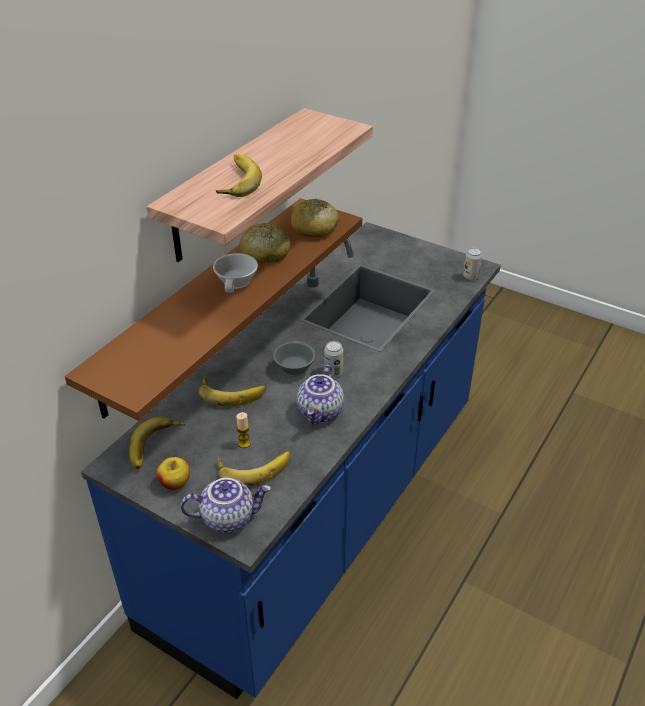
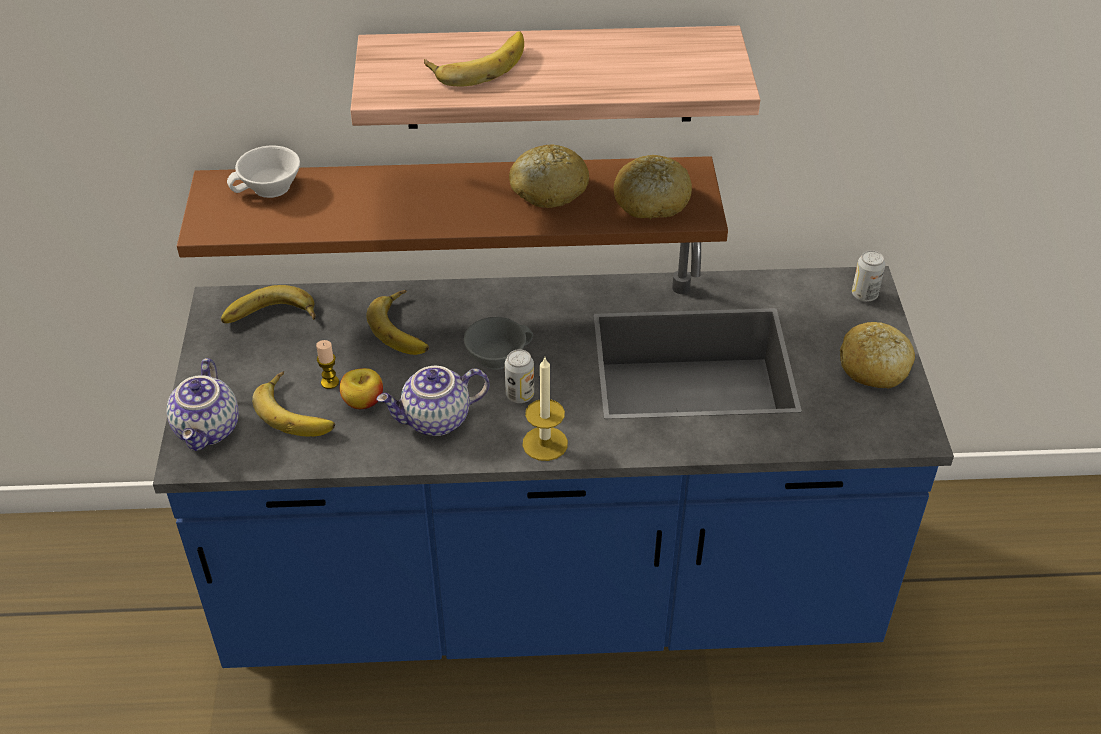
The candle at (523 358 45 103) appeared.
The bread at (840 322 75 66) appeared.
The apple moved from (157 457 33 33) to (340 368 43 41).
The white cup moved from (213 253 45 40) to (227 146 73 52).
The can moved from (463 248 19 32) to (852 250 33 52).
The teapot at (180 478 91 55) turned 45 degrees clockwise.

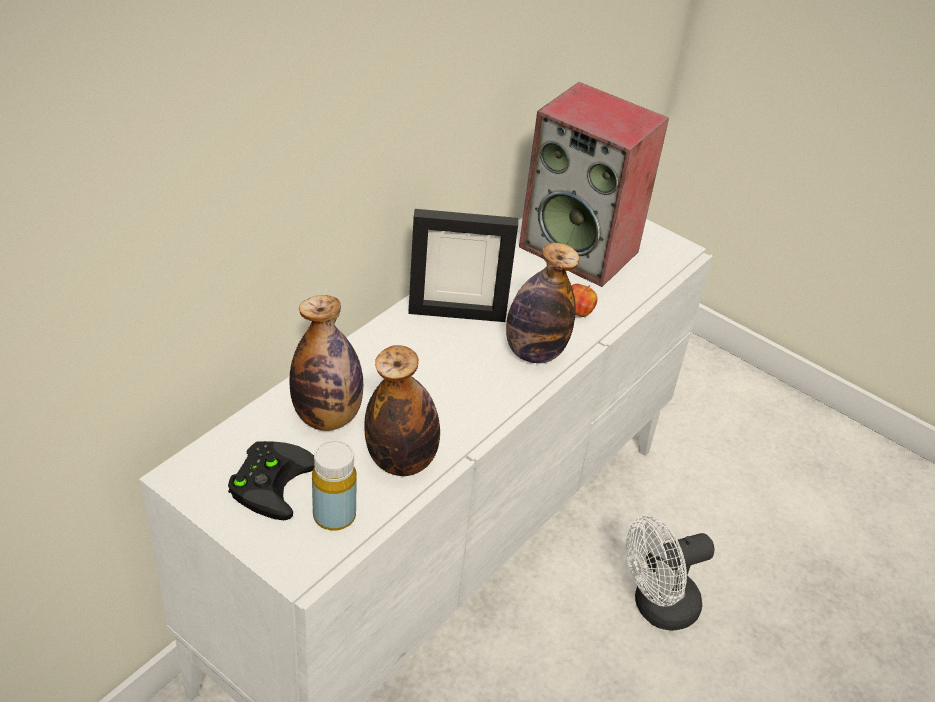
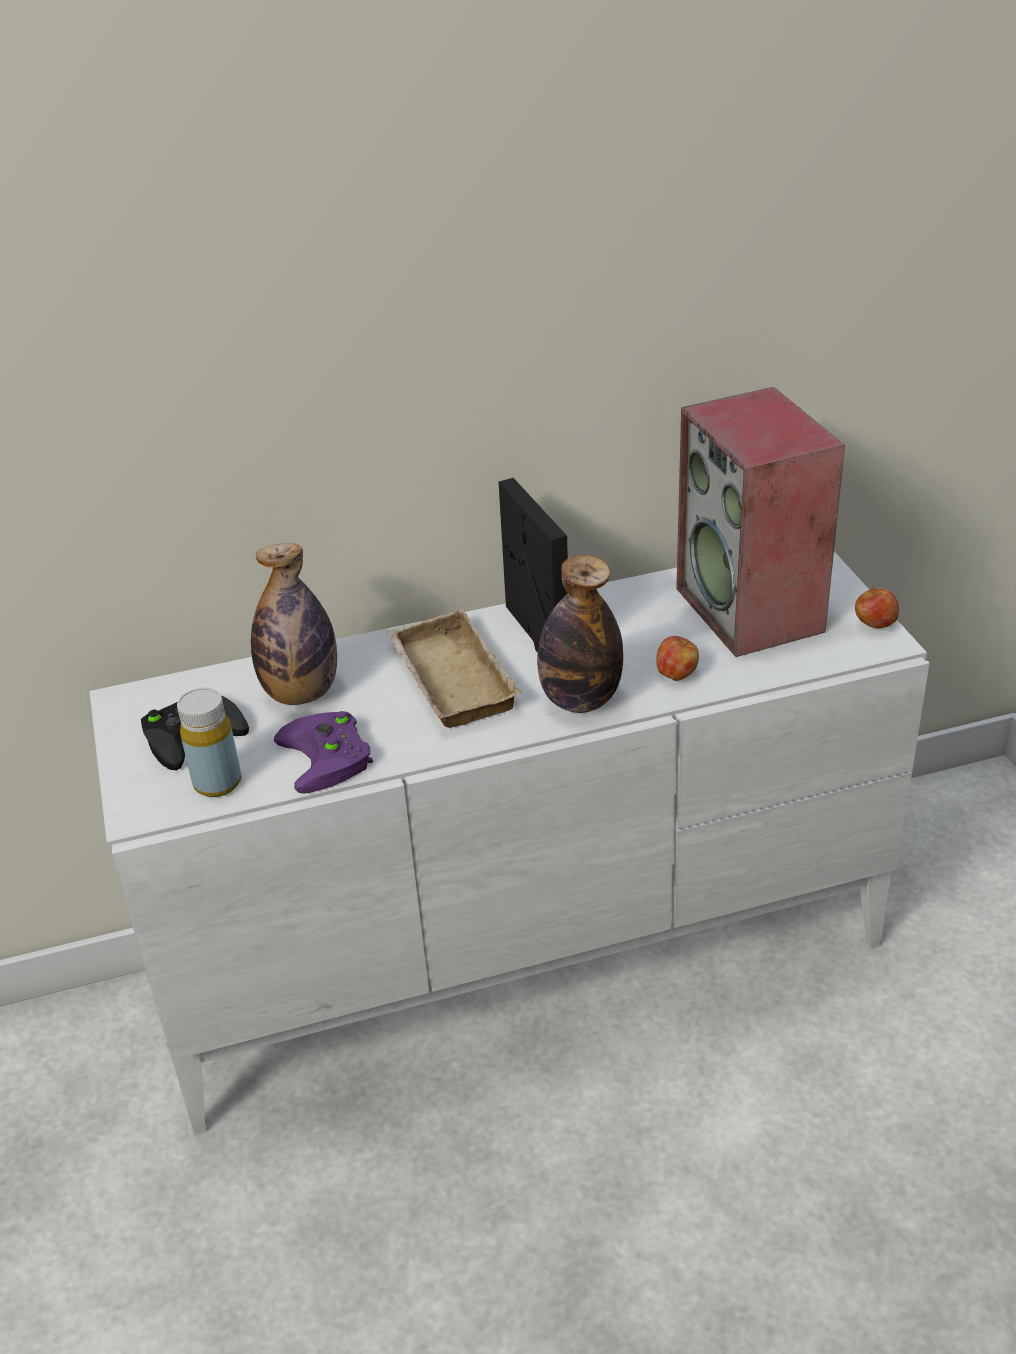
The white fan at (626 516 89 115) disappeared.
The beige tray at (386 609 136 119) appeared.
The apple at (855 586 44 42) appeared.
The bottle at (364 345 76 131) was replaced by the purple game controller at (274 711 99 82).
The picture frame at (408 209 110 113) turned 150 degrees counterclockwise.

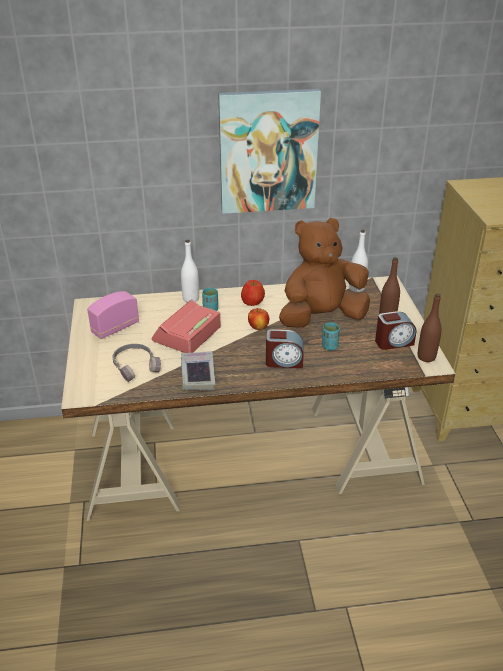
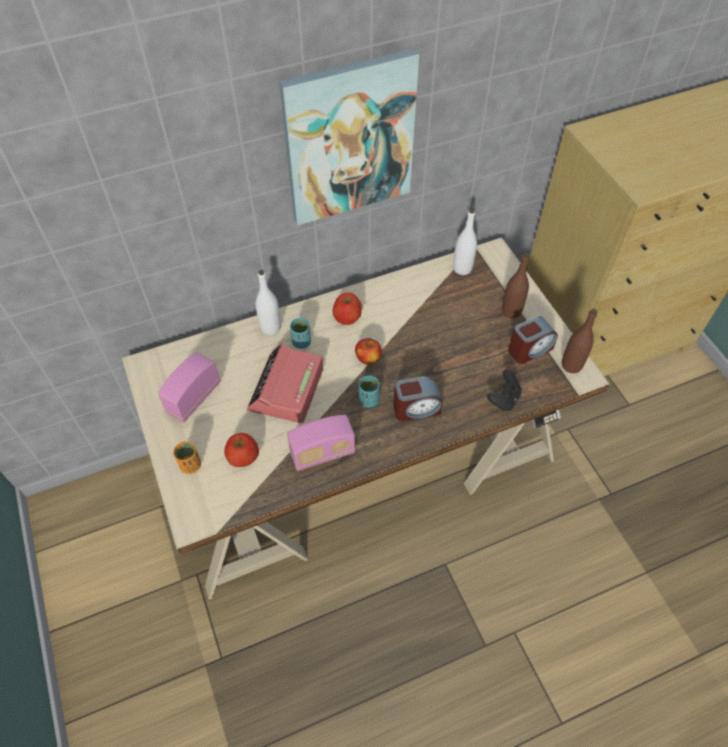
The brown plush toy at (279 218 91 110) disappeared.
The orange cup at (173 441 28 33) appeared.
The black game controller at (487 370 35 41) appeared.
The turquoise cup moved from (322 323 18 27) to (359 376 21 31).
The grey headphones at (113 344 48 38) was replaced by the apple at (224 433 35 34).
The book at (181 351 34 39) was replaced by the radio at (287 415 68 56).

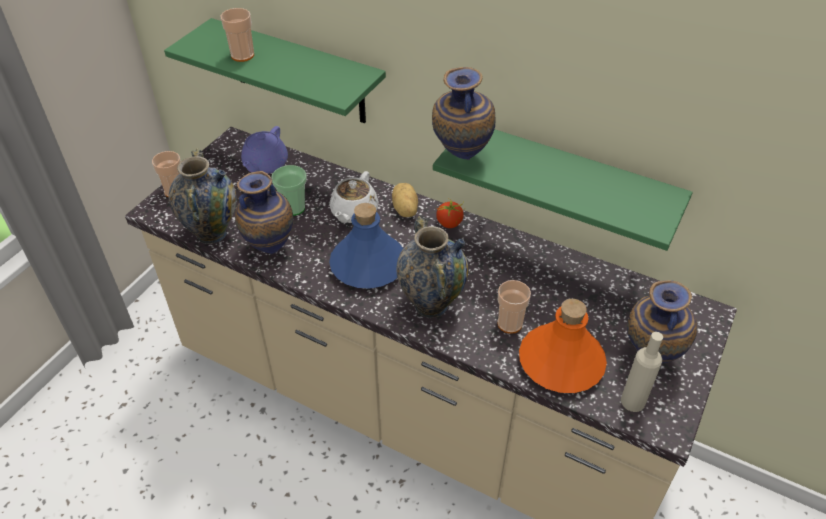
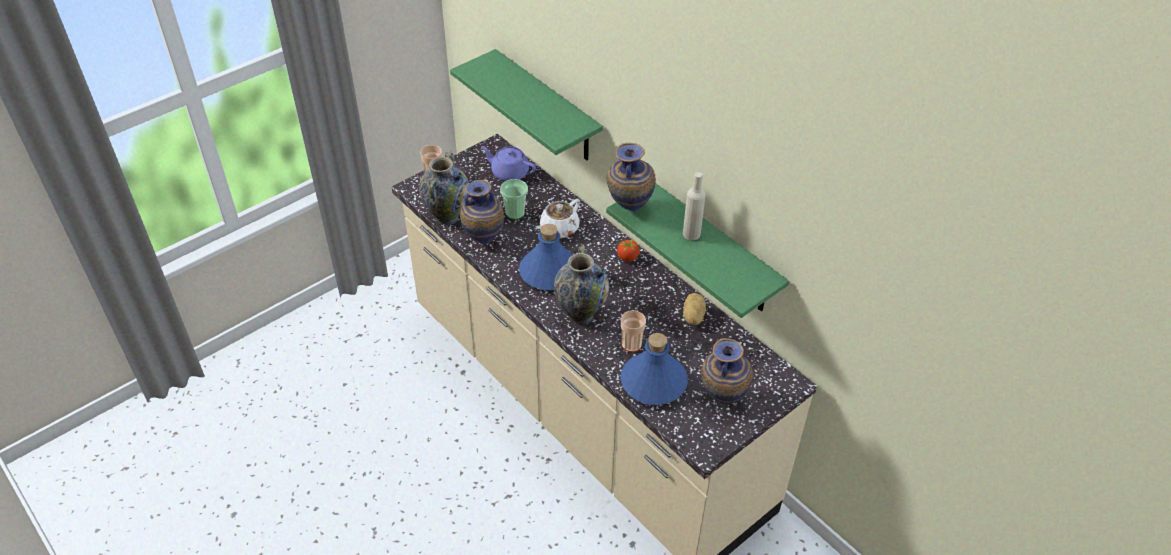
The cup at (220 8 34 54) disappeared.
The potato moved from (392 183 26 34) to (683 293 23 32).
The beige bottle moved from (621 332 42 80) to (683 172 23 68).
The orange bottle at (519 299 88 94) became the blue bottle at (621 333 67 72).
The purple teapot at (241 126 47 48) turned 75 degrees clockwise.

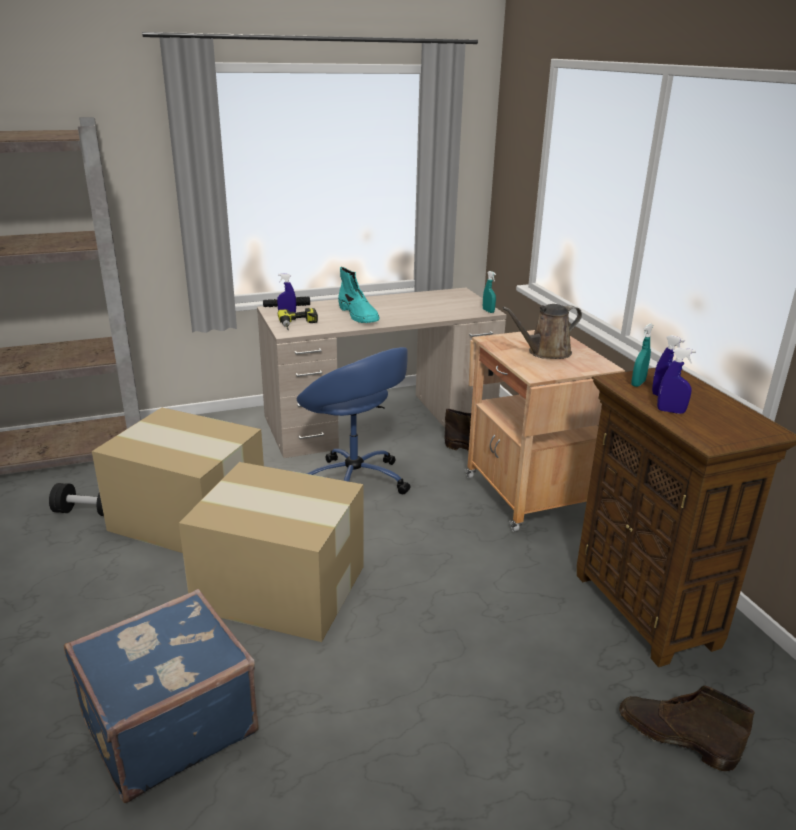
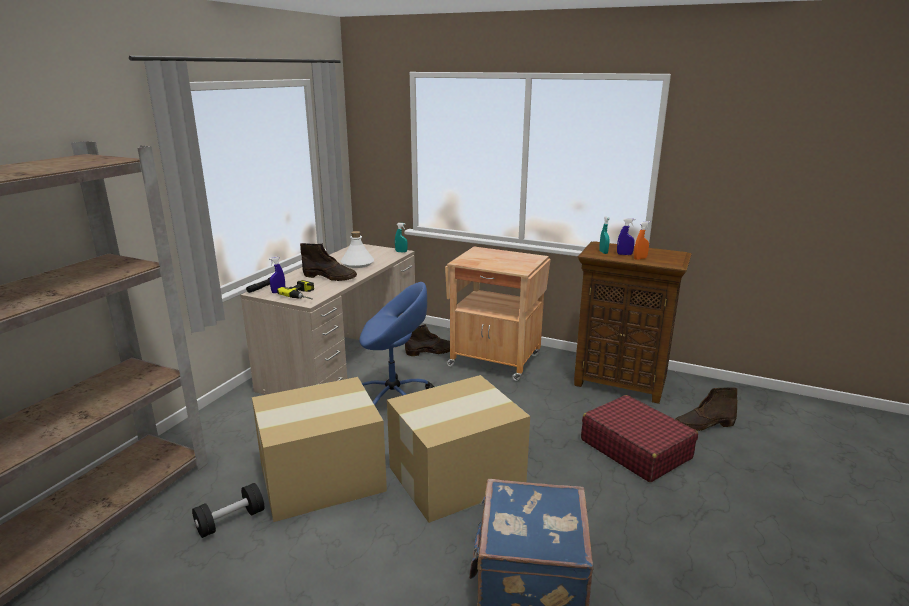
The brown watering can at (502 304 80 55) disappeared.
The white bottle at (341 231 33 37) appeared.
The red suitcase at (581 395 117 87) appeared.
The turquoise boot at (338 267 42 56) became the brown boot at (300 243 57 38).
The blue spray bottle at (657 348 39 66) became the orange spray bottle at (634 221 16 39).

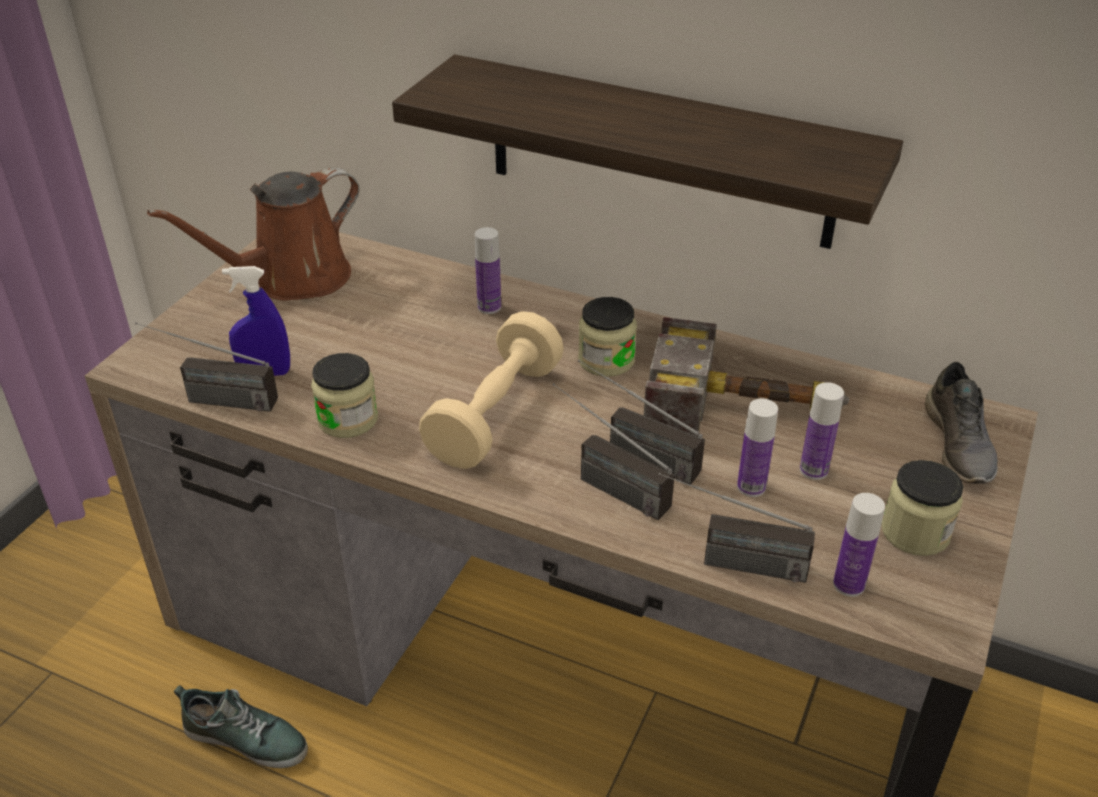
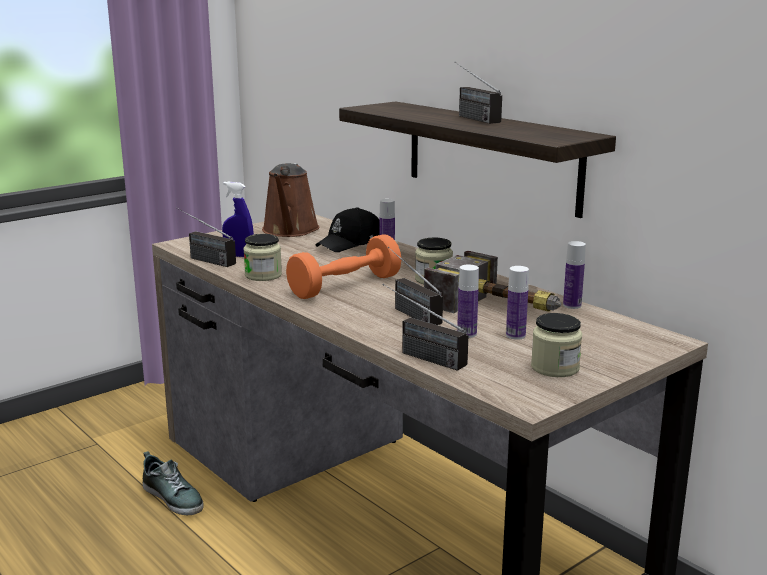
The grey shoe at (925 362 73 122) disappeared.
The black cap at (316 207 64 45) appeared.
The radio moved from (552 383 123 137) to (454 62 48 62).
The bottle moved from (833 493 52 104) to (563 241 23 68).
The beige dumbbell at (419 311 145 158) became the orange dumbbell at (286 235 115 64).
The brown watering can at (147 168 212 133) turned 75 degrees counterclockwise.

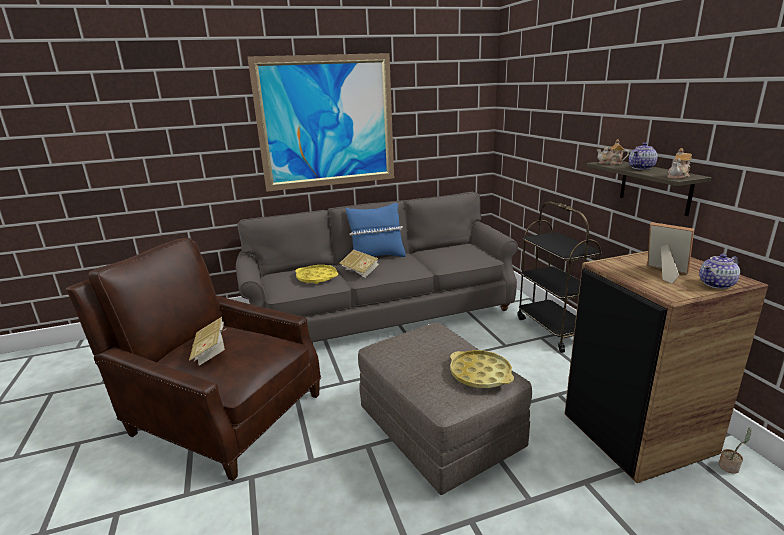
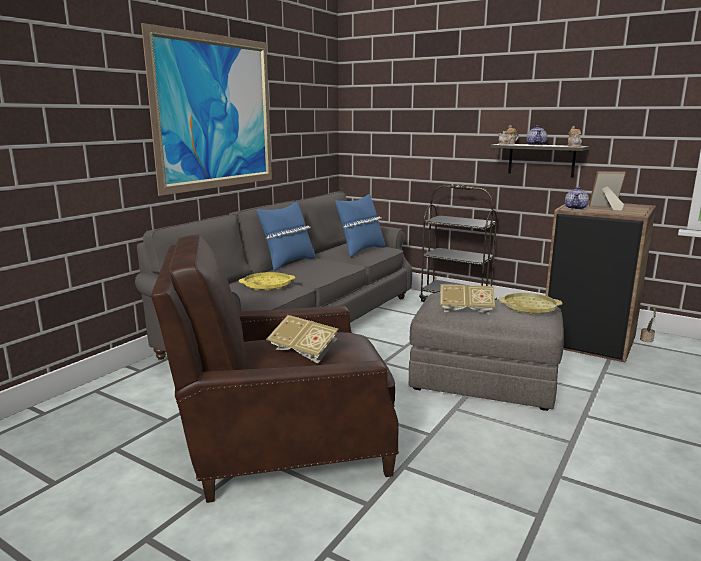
The blue pillow at (335 194 50 64) appeared.
The book moved from (339 249 40 29) to (440 284 55 30).
The teapot moved from (699 254 41 35) to (565 187 24 23).

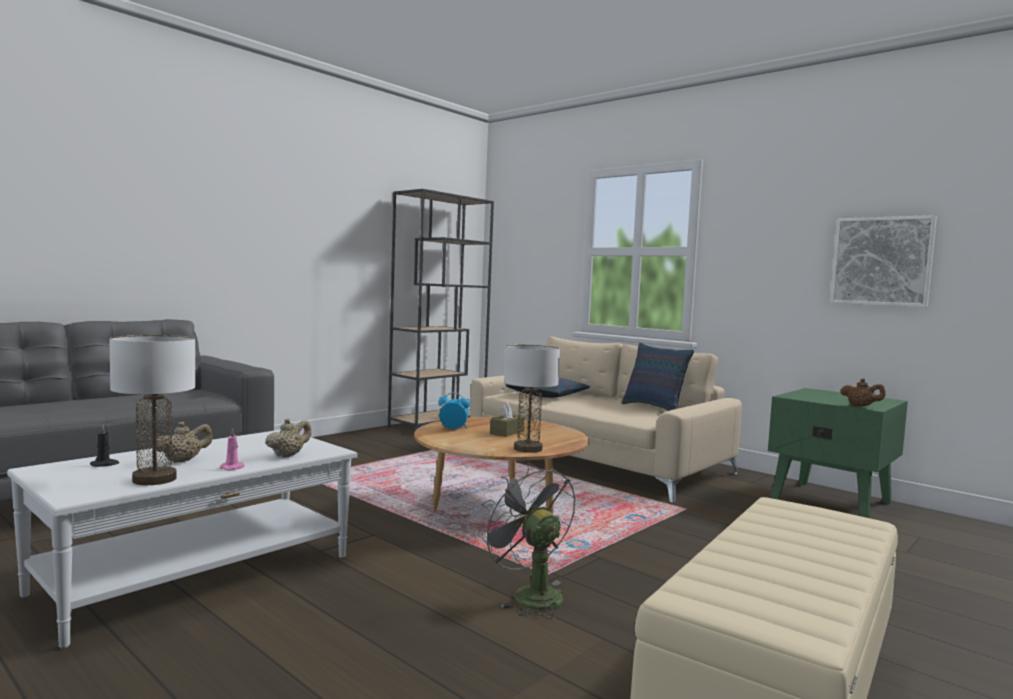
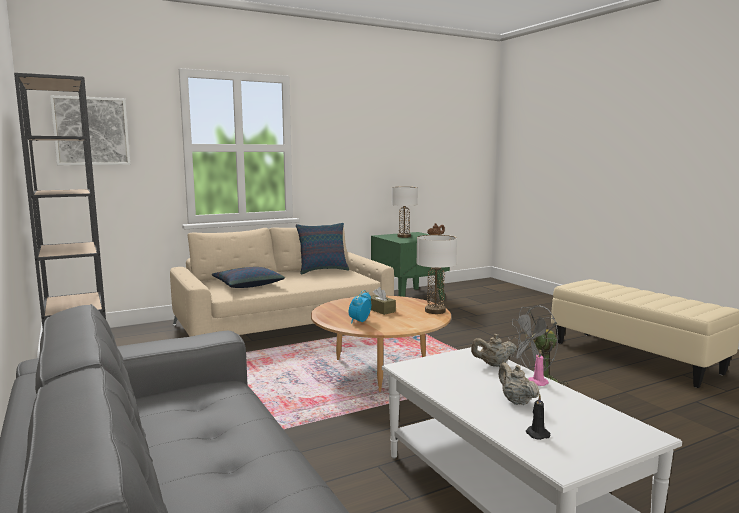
The table lamp moved from (110 335 85 150) to (392 187 26 51).
The picture moved from (830 215 107 92) to (50 95 80 70).
The beige teapot at (265 418 47 40) turned 60 degrees counterclockwise.

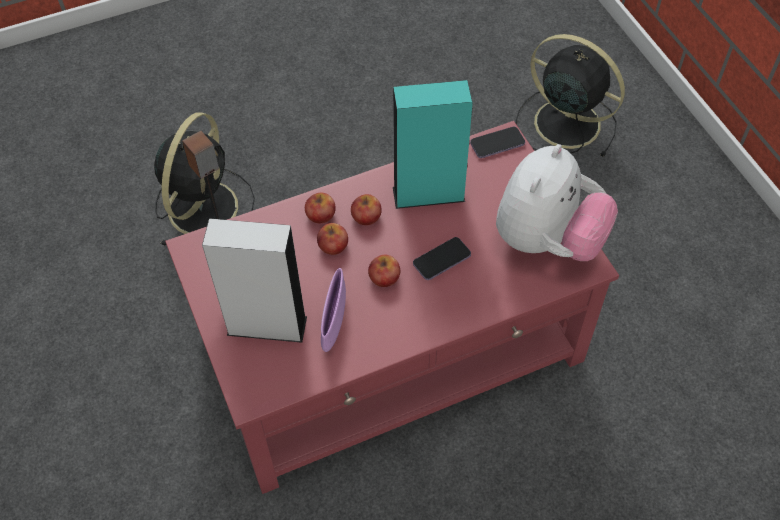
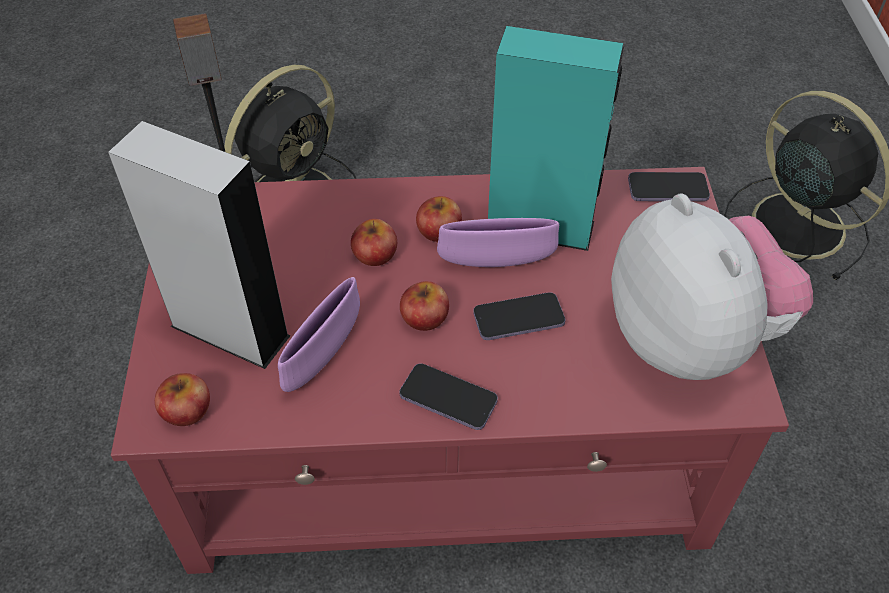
The phone at (399 363 99 67) appeared.
The purple bowl at (437 218 122 49) appeared.
The apple moved from (305 193 31 30) to (155 373 55 53).
The plush toy at (496 144 122 117) turned 75 degrees counterclockwise.

